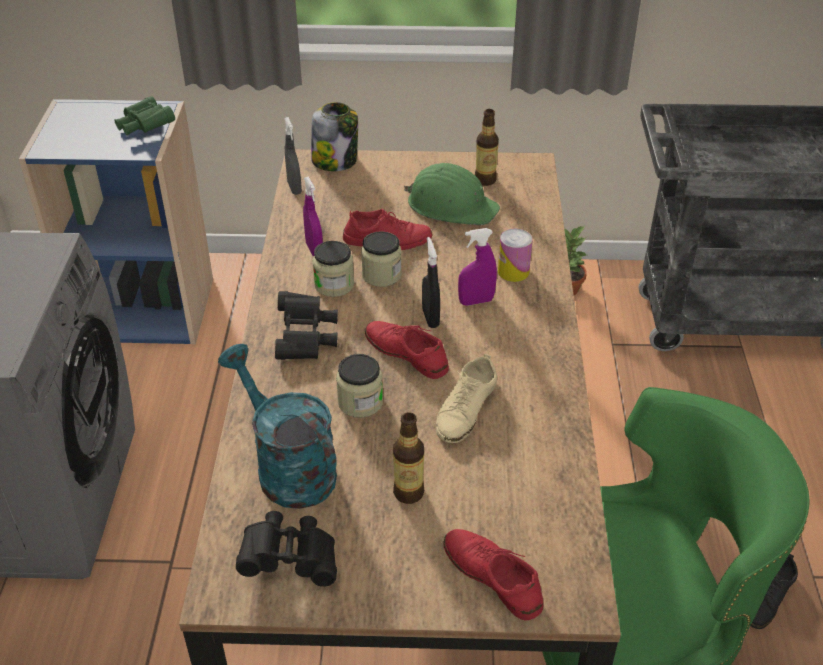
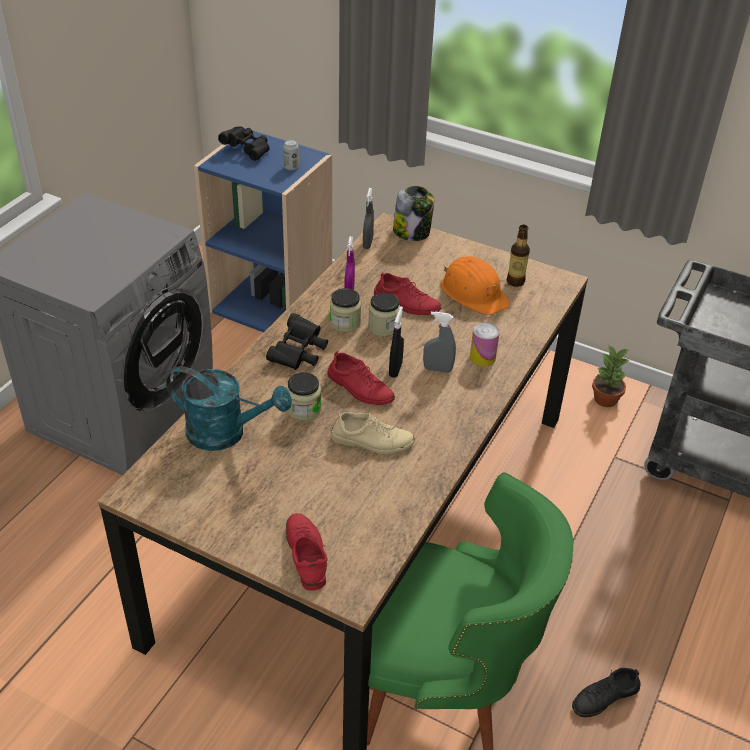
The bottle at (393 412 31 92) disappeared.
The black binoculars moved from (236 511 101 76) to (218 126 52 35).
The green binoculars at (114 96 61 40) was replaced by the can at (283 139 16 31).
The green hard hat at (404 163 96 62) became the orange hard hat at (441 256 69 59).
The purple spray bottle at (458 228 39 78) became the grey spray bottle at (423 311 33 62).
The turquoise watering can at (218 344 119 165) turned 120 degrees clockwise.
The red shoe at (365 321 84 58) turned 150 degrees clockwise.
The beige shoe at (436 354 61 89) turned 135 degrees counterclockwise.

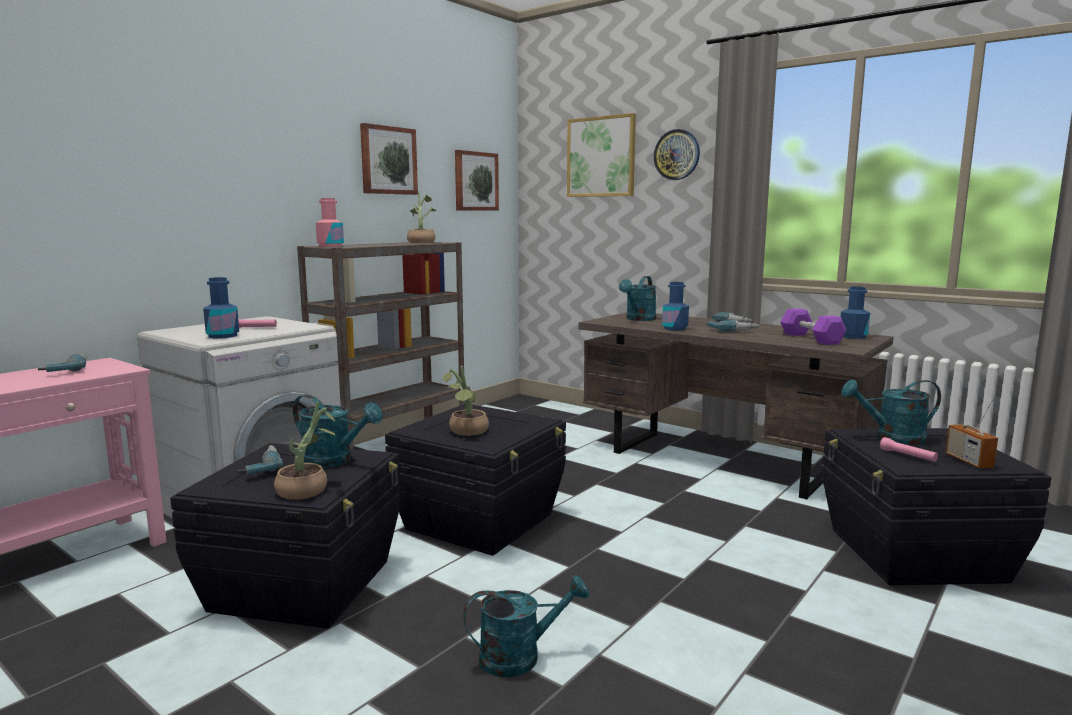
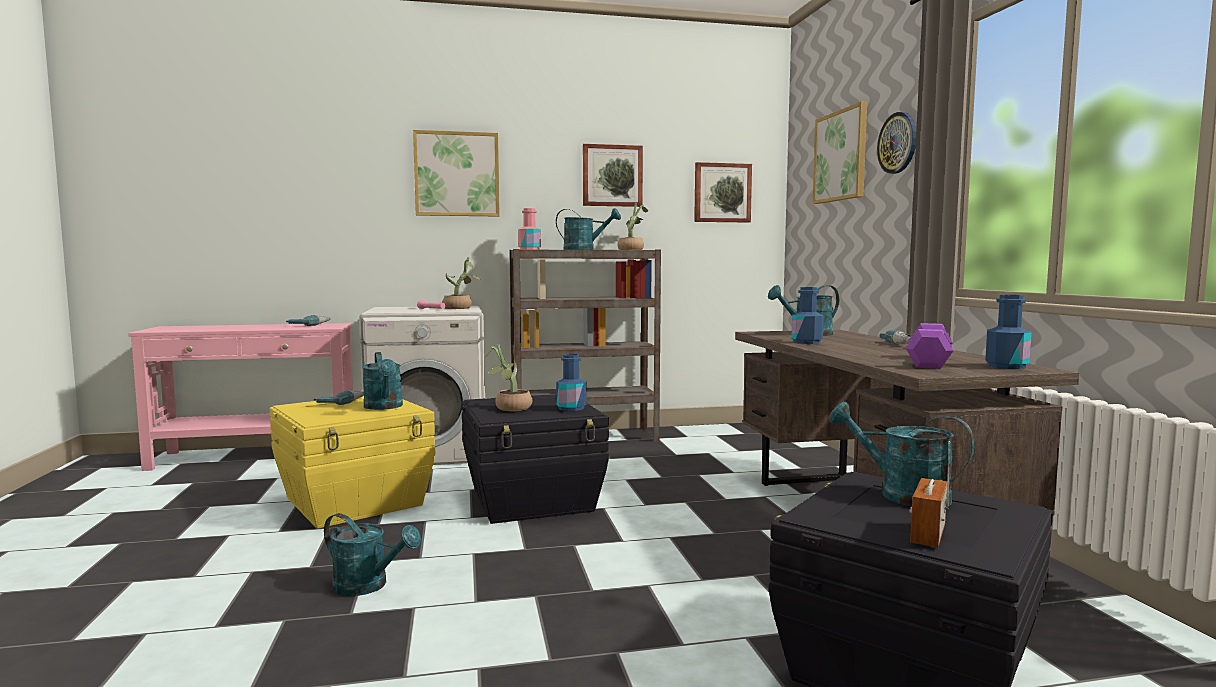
The power drill at (707 320 53 12) disappeared.
The pink flashlight at (880 437 58 25) disappeared.
The picture at (413 130 87 87) appeared.
The turquoise watering can at (556 208 65 42) appeared.
The blue bottle moved from (203 277 36 61) to (556 354 31 57).
The potted plant moved from (274 402 61 98) to (442 257 38 52).
The black storage box at (170 443 231 186) became the yellow storage box at (270 396 165 133).

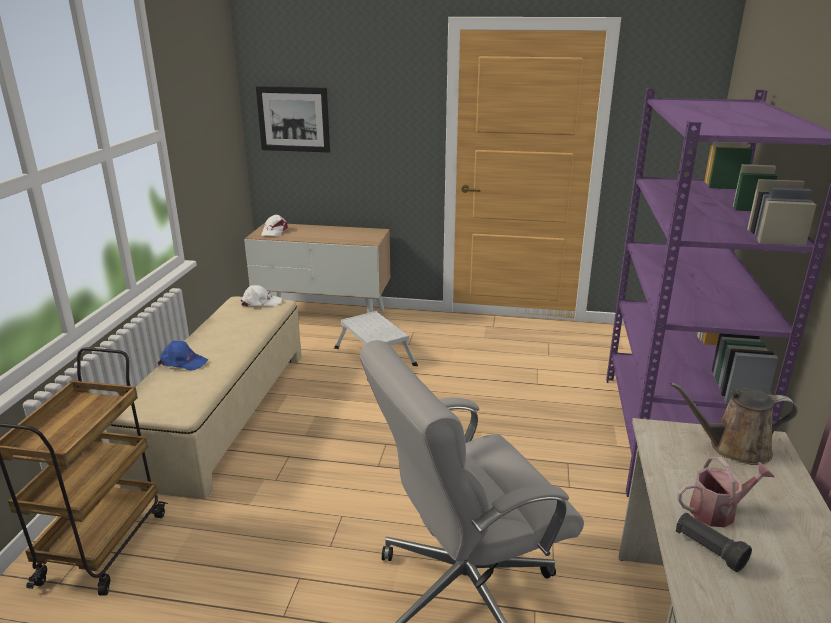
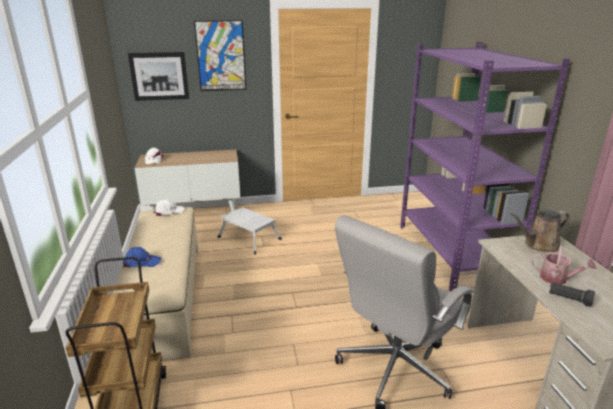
The picture at (194 20 53 71) appeared.
The watering can at (677 457 98 70) turned 60 degrees clockwise.

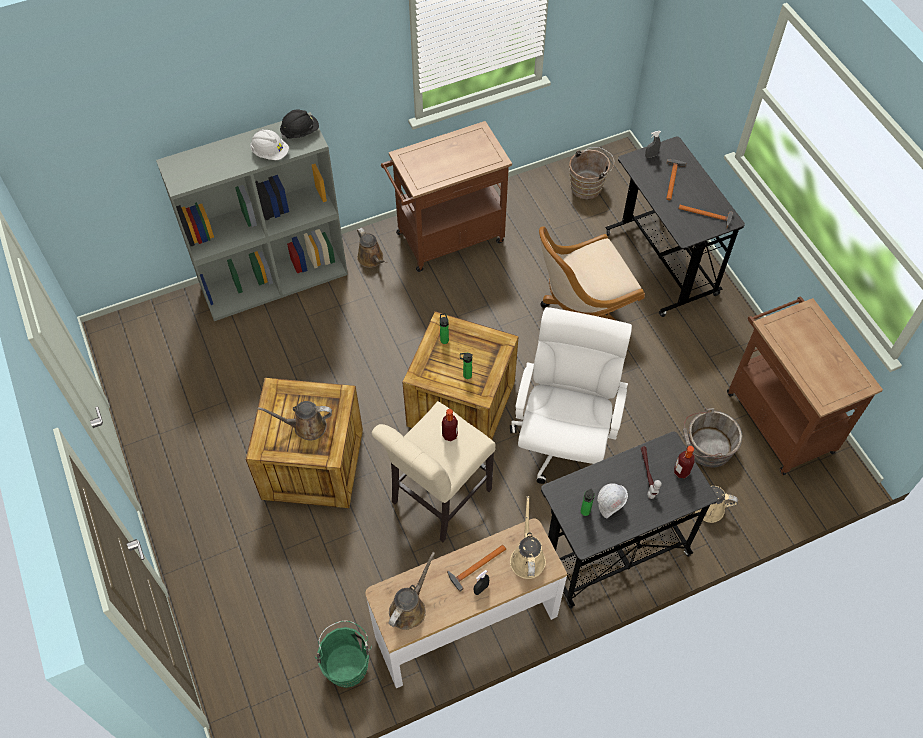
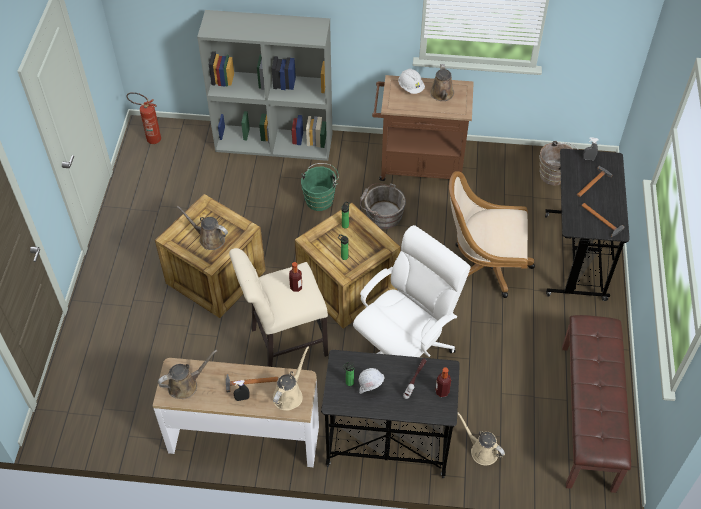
The black hard hat at (280 109 39 30) disappeared.
The fire extinguisher at (126 92 35 52) appeared.
The white hard hat moved from (250 130 39 30) to (398 68 27 26).
The green bucket moved from (315 621 57 67) to (301 163 38 48).
The brown watering can moved from (357 228 30 40) to (430 64 24 37).
The grey bucket moved from (682 408 60 60) to (360 183 46 46).
The brown cart at (727 297 156 179) was replaced by the brown bench at (562 315 69 178).

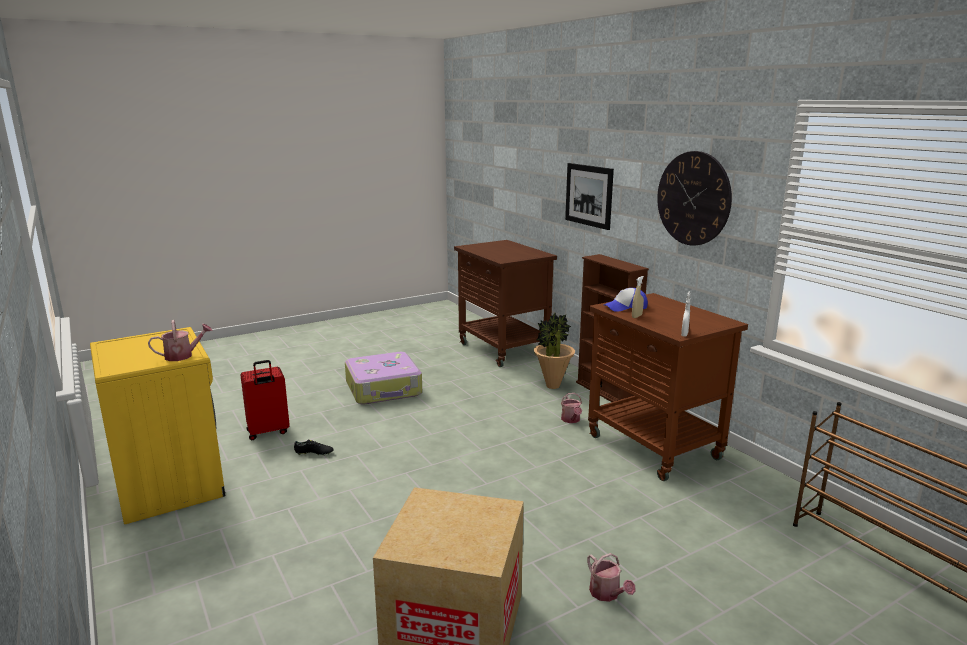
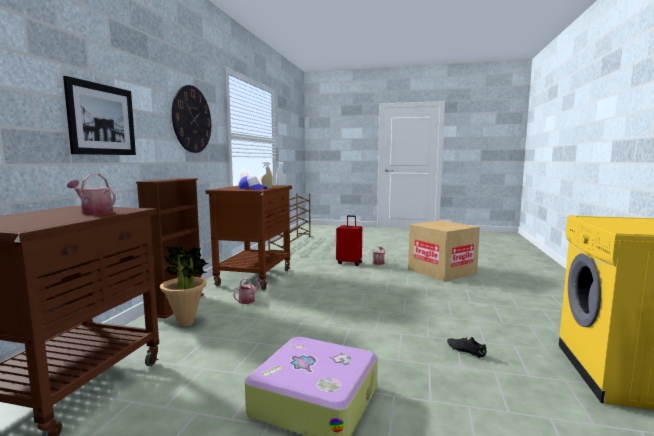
The watering can moved from (148 320 65 41) to (67 173 49 42).
The red suitcase moved from (240 360 50 80) to (336 215 26 51).

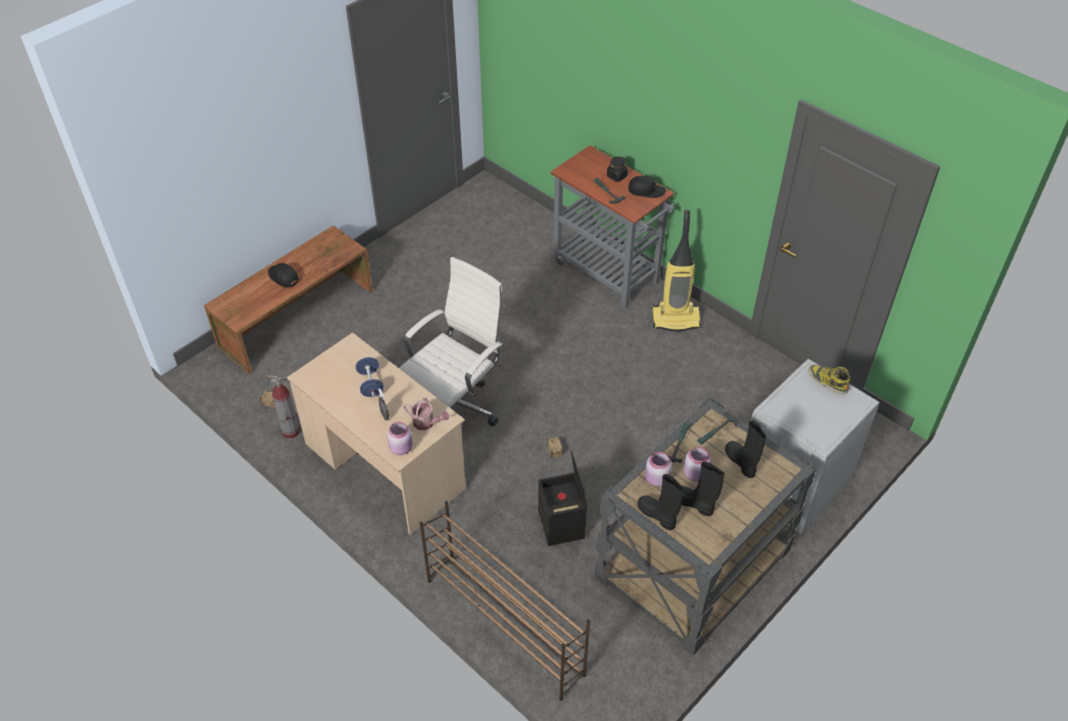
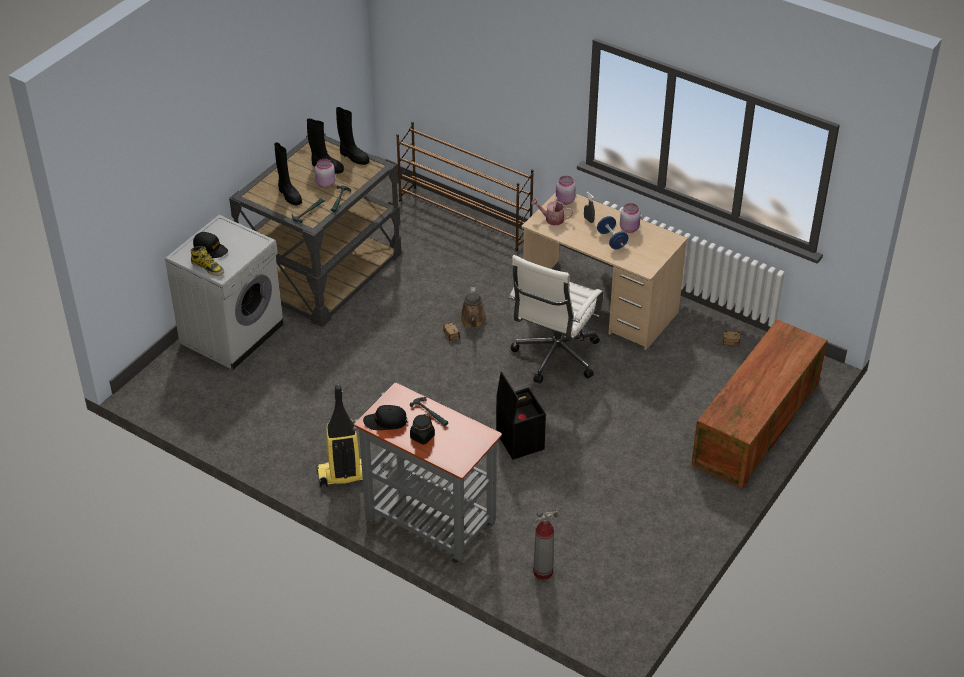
The brown watering can at (460 287 27 41) appeared.
The fire extinguisher moved from (265 375 35 64) to (533 509 25 71).
The black cap moved from (268 263 31 25) to (193 232 35 26).
The black storage box moved from (538 451 49 95) to (496 371 50 89).
The pink jar moved from (645 452 27 35) to (620 203 21 30).

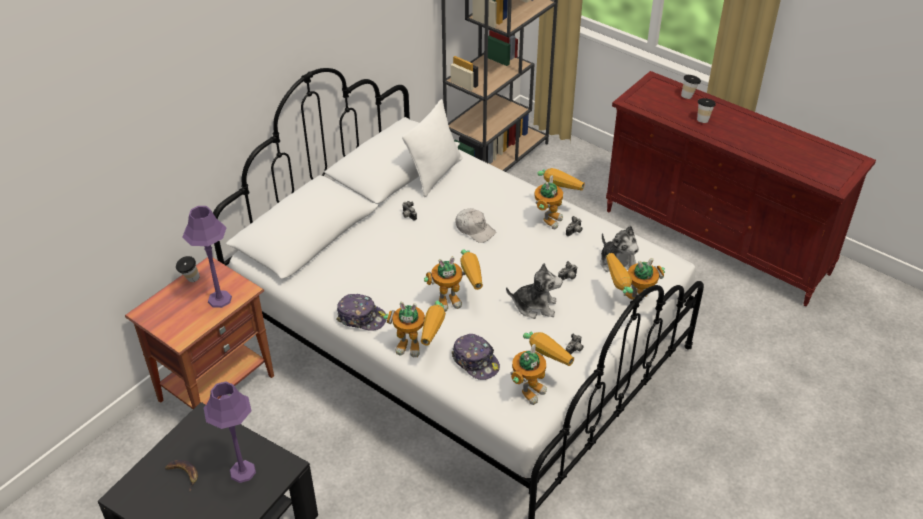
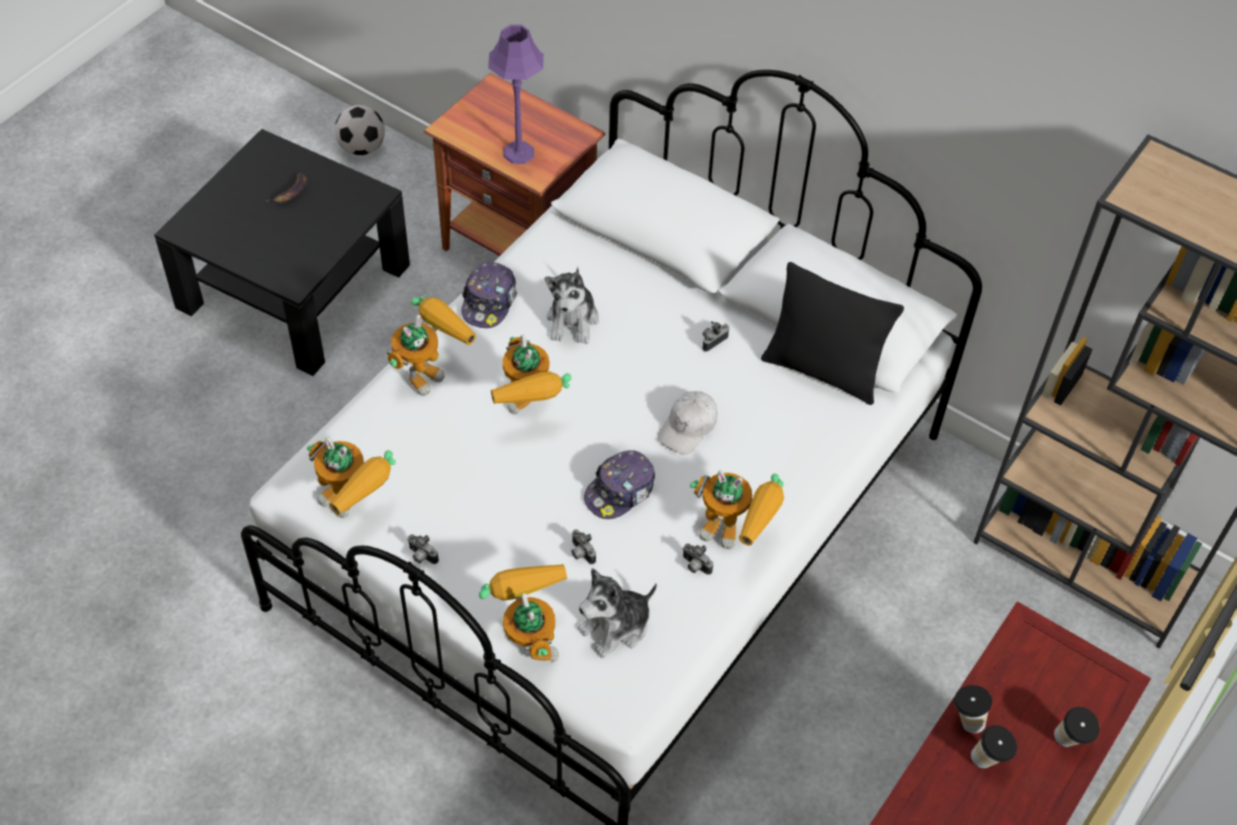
The purple table lamp at (204 381 52 102) disappeared.
The football at (335 105 50 50) appeared.
The cup moved from (176 256 24 26) to (954 685 38 48).
The cap moved from (451 334 49 46) to (584 450 71 69).
The plush toy moved from (506 263 57 56) to (545 267 54 77).
The white pillow at (402 99 61 98) became the black pillow at (761 262 143 143).
The toy robot at (383 301 63 56) turned 150 degrees counterclockwise.

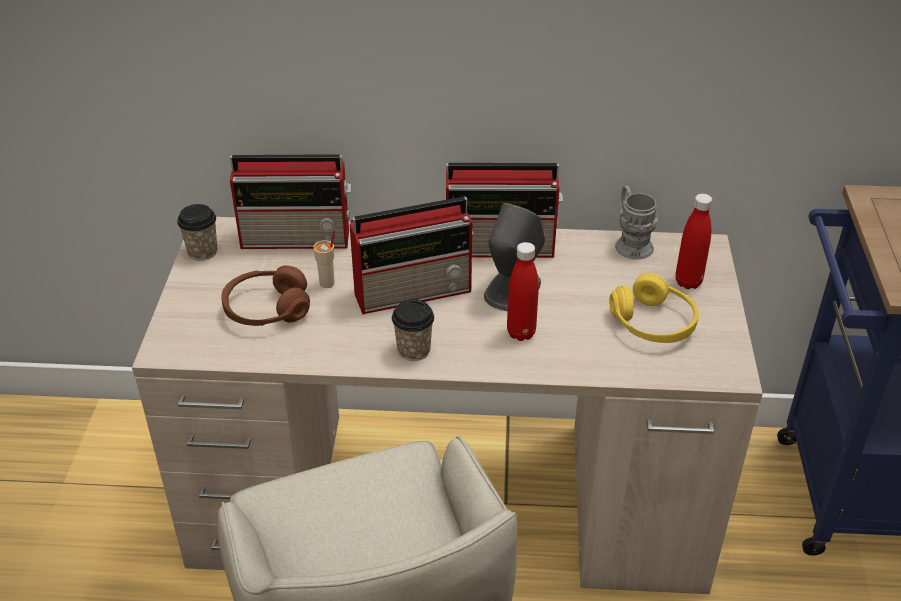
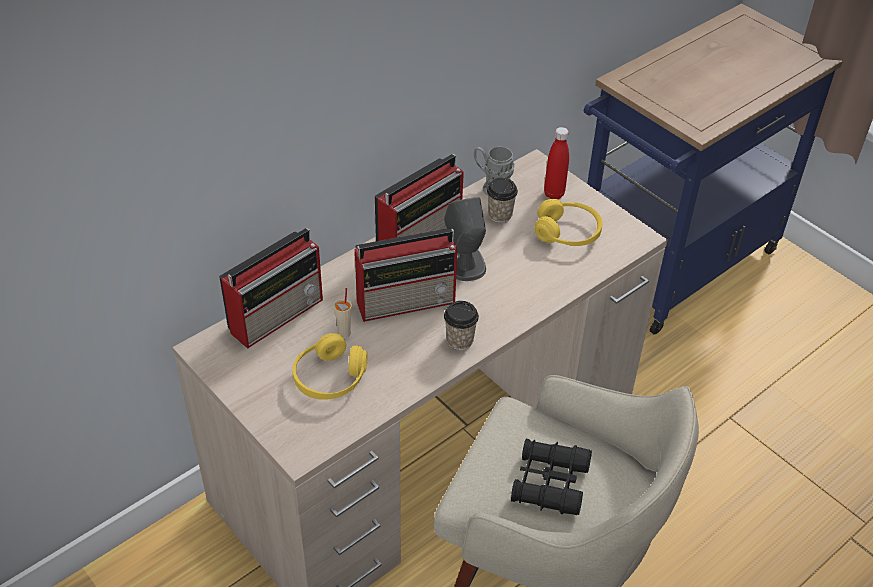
The red bottle at (507 242 32 99) disappeared.
The black binoculars at (511 439 81 76) appeared.
The cup moved from (177 204 40 57) to (487 178 31 45).
The brown headphones at (221 265 89 61) became the yellow headphones at (292 333 76 67).
The radio at (349 197 125 118) turned 45 degrees clockwise.

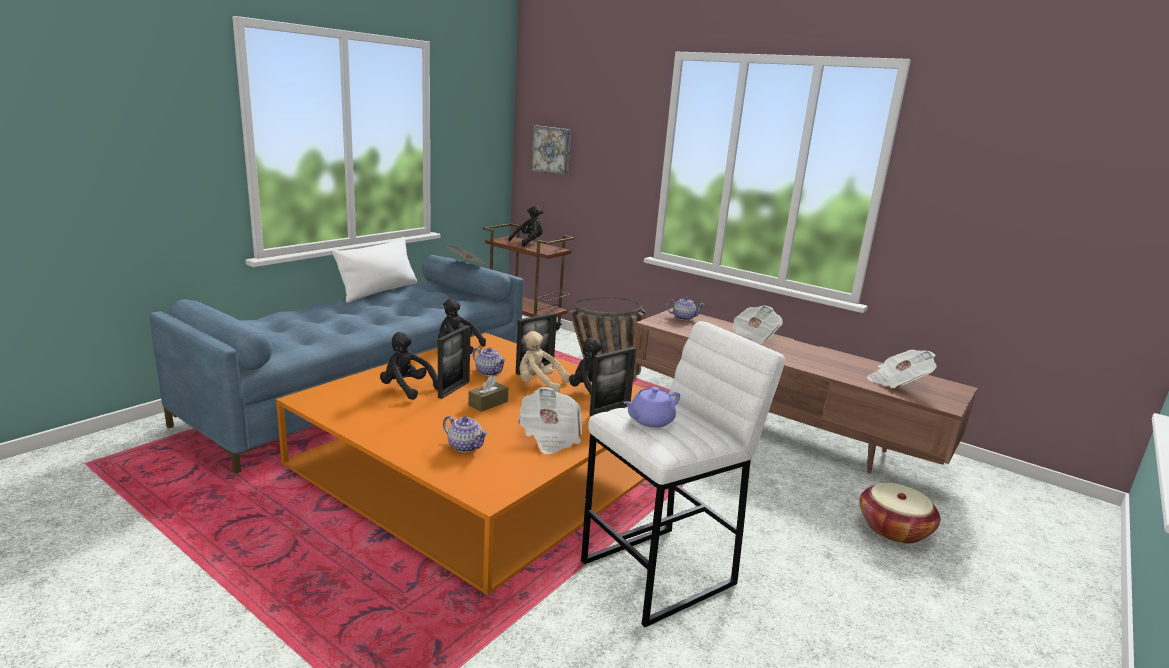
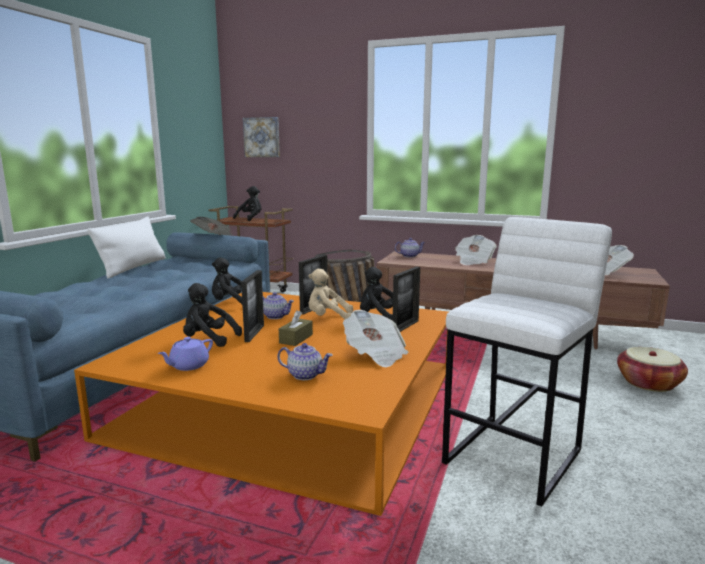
The purple teapot moved from (623 387 57 41) to (158 337 55 34).

